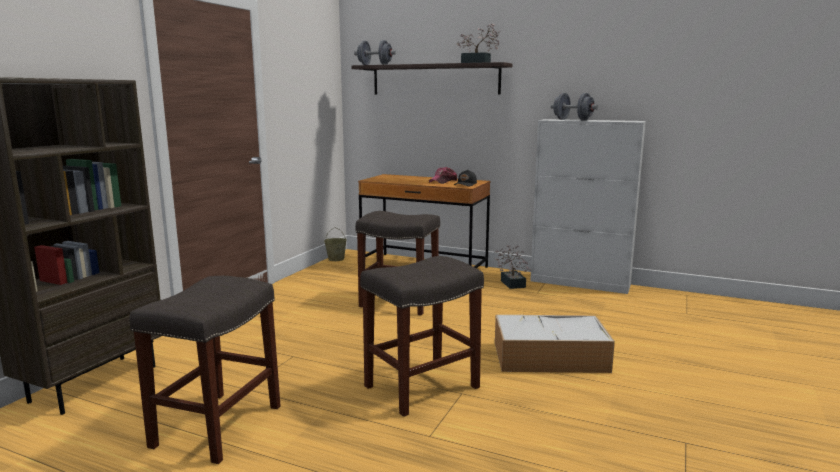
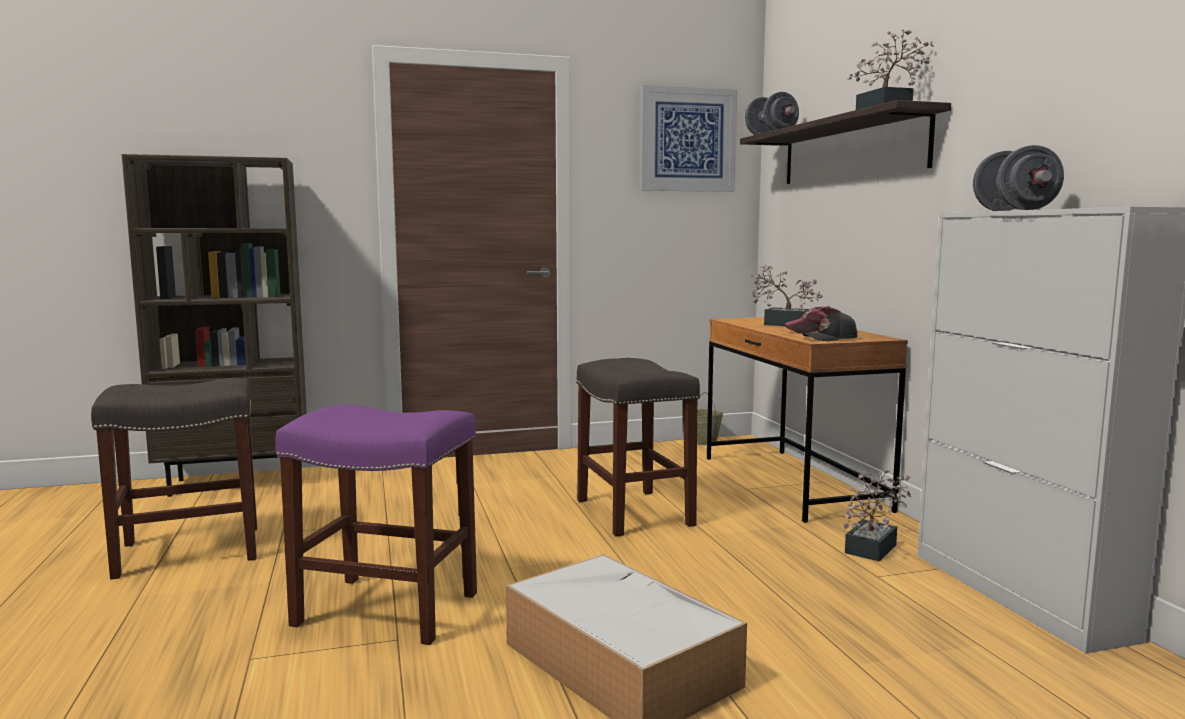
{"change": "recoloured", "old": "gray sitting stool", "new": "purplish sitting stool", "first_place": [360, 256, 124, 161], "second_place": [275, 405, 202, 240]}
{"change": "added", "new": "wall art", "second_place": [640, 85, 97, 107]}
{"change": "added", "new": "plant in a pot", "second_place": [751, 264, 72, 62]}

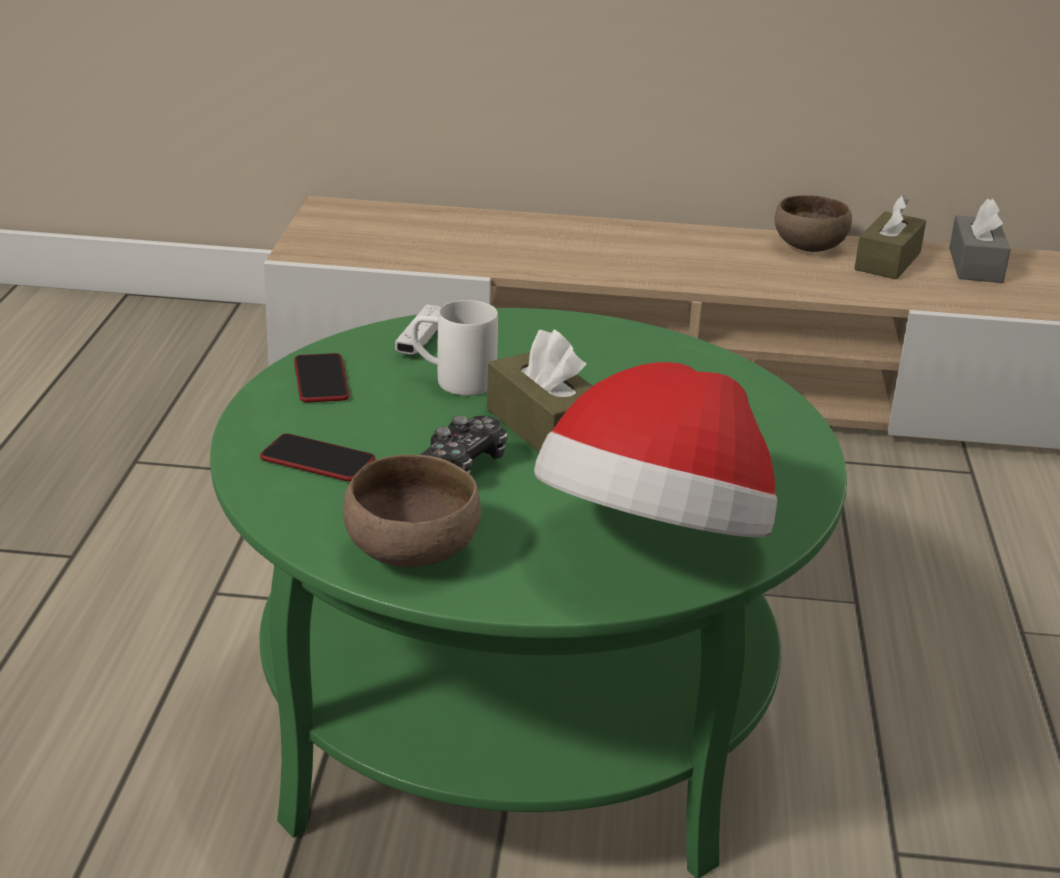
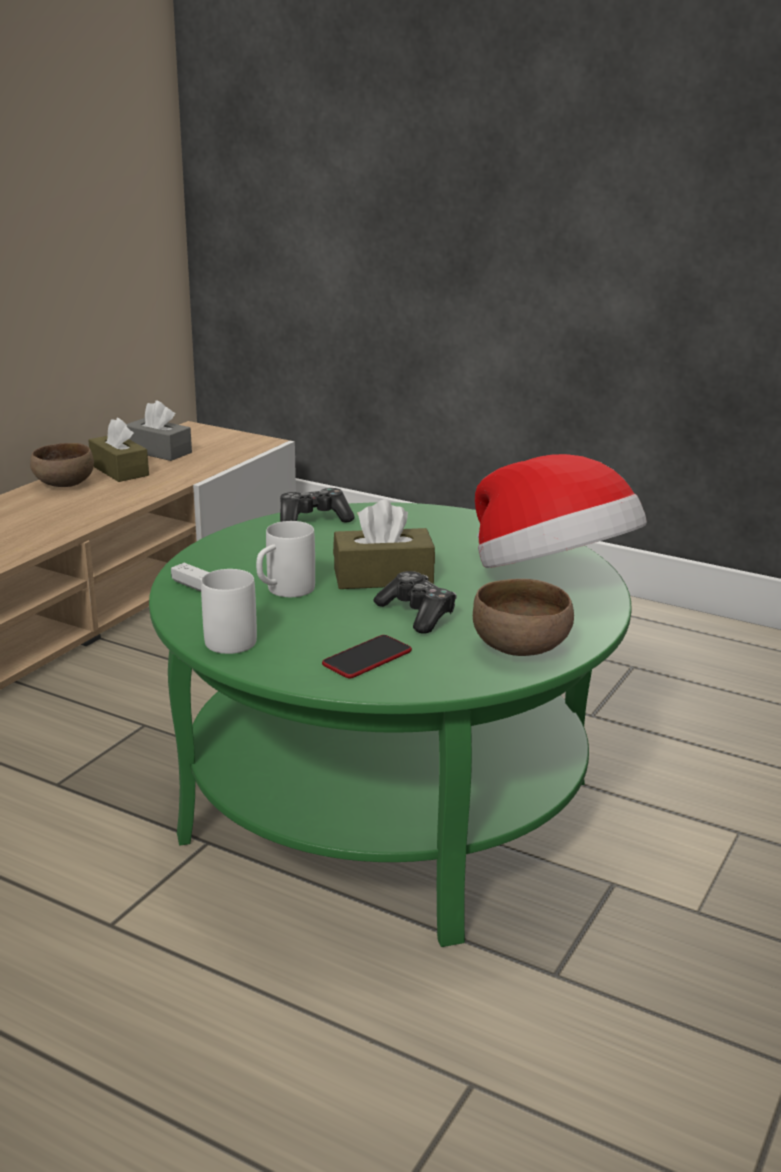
{"change": "replaced", "old": "phone", "new": "whitish mug", "first_place": [294, 353, 56, 49], "second_place": [201, 569, 56, 85]}
{"change": "added", "new": "gamepad", "second_place": [280, 488, 74, 34]}

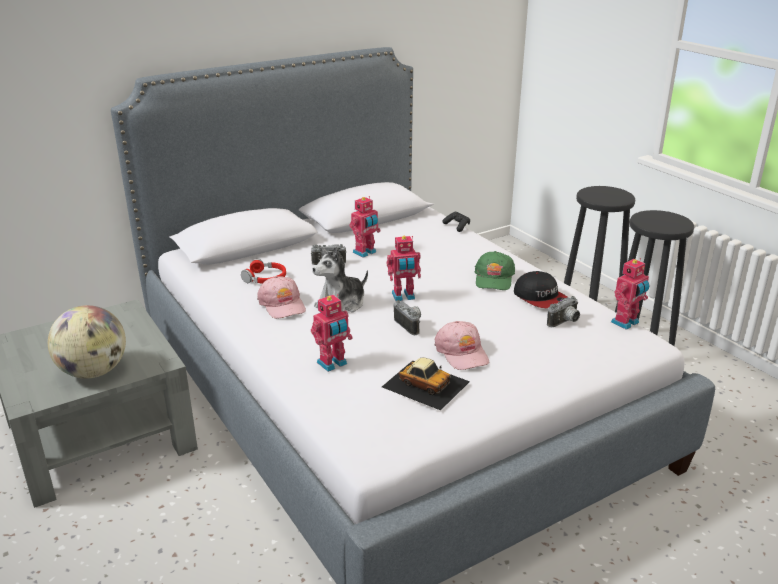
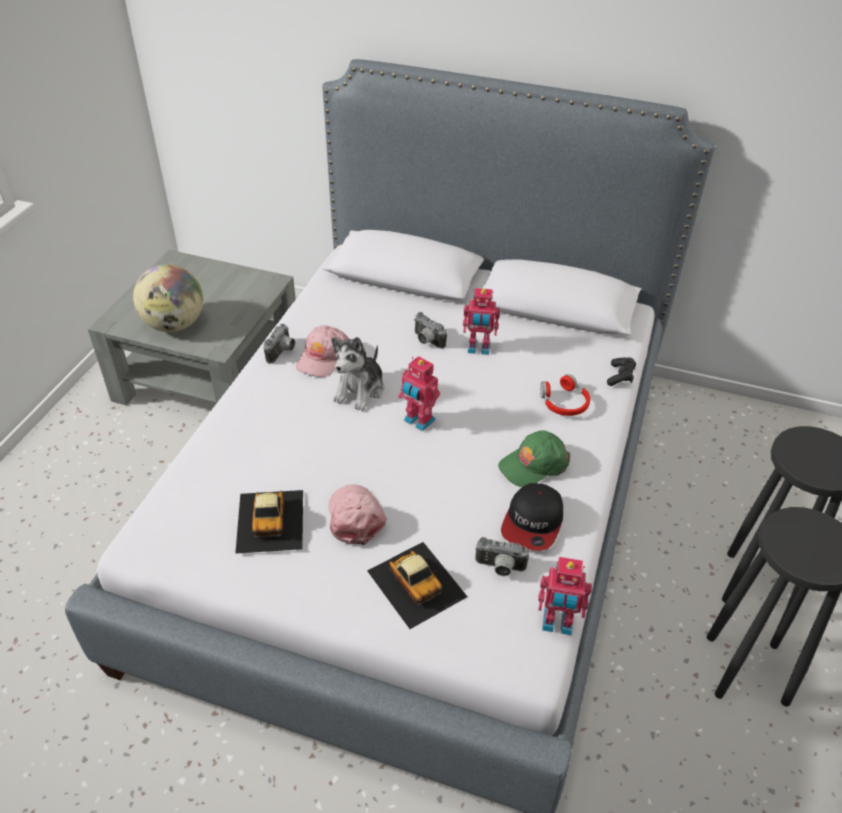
{"change": "moved", "old": "red-coloured headset", "first_place": [241, 259, 45, 25], "second_place": [540, 374, 50, 42]}
{"change": "removed", "old": "toy robot", "first_place": [311, 294, 41, 78]}
{"change": "turned", "old": "plush toy", "first_place": [312, 247, 56, 65], "second_place": [332, 337, 53, 74], "degrees": -75}
{"change": "moved", "old": "still camera", "first_place": [394, 300, 27, 35], "second_place": [263, 324, 32, 40]}
{"change": "turned", "old": "pinkish baseball cap", "first_place": [435, 321, 54, 49], "second_place": [329, 485, 58, 60], "degrees": 135}
{"change": "added", "new": "toy car", "second_place": [367, 542, 101, 87]}

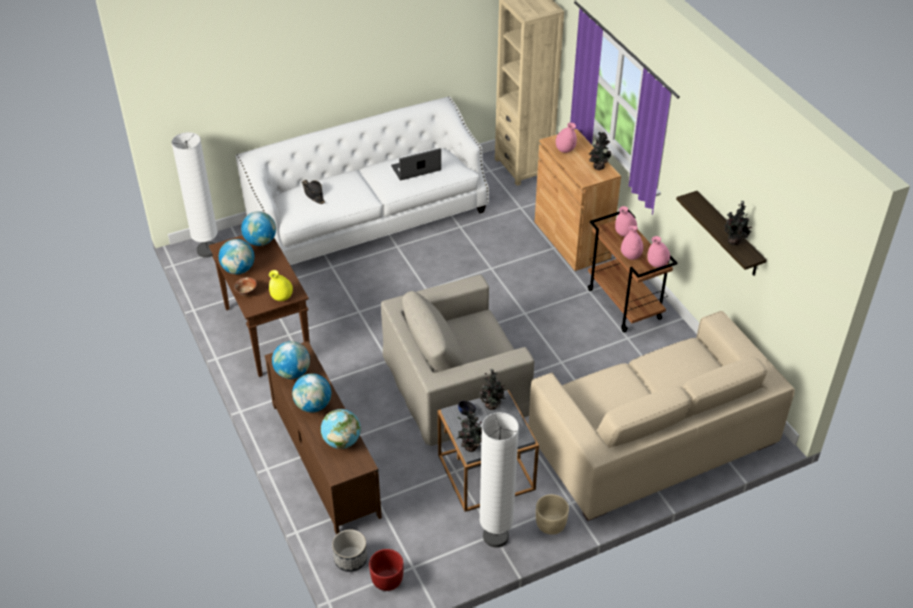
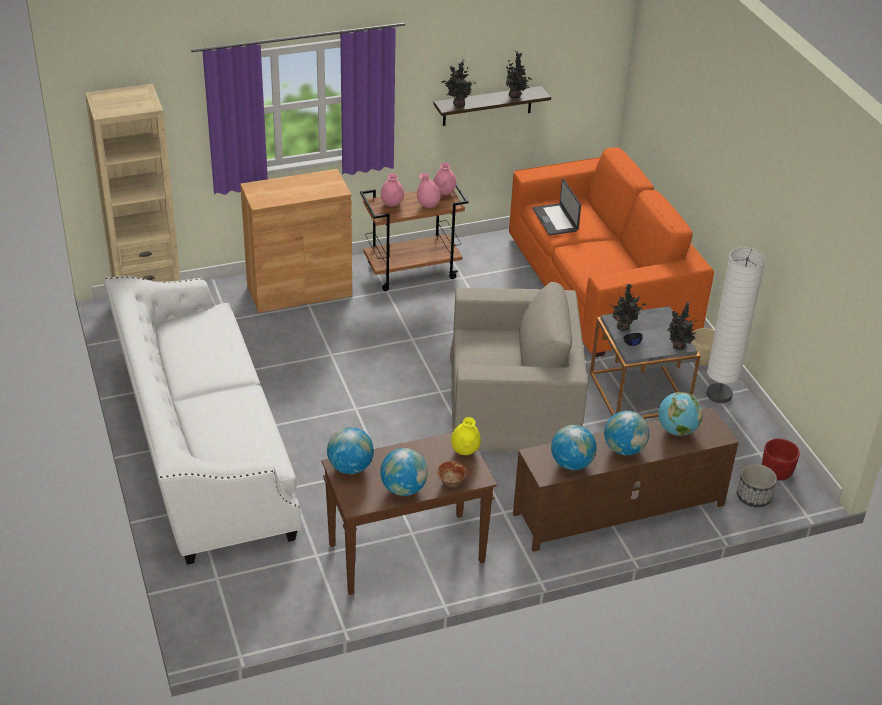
{"change": "removed", "old": "whitish standing lamp", "first_place": [171, 132, 47, 126]}
{"change": "removed", "old": "blackish wearable hat", "first_place": [302, 180, 23, 24]}
{"change": "turned", "old": "beige-coloured lounge chair", "first_place": [381, 275, 153, 171], "second_place": [450, 282, 138, 170], "degrees": -75}
{"change": "moved", "old": "notebook computer", "first_place": [391, 148, 50, 32], "second_place": [532, 179, 49, 56]}
{"change": "recoloured", "old": "beige-coloured settee", "new": "orange settee", "first_place": [528, 311, 267, 210], "second_place": [509, 148, 205, 209]}
{"change": "removed", "old": "pinkish vase", "first_place": [556, 122, 21, 31]}
{"change": "moved", "old": "plant in a pot", "first_place": [589, 132, 22, 38], "second_place": [441, 60, 35, 48]}

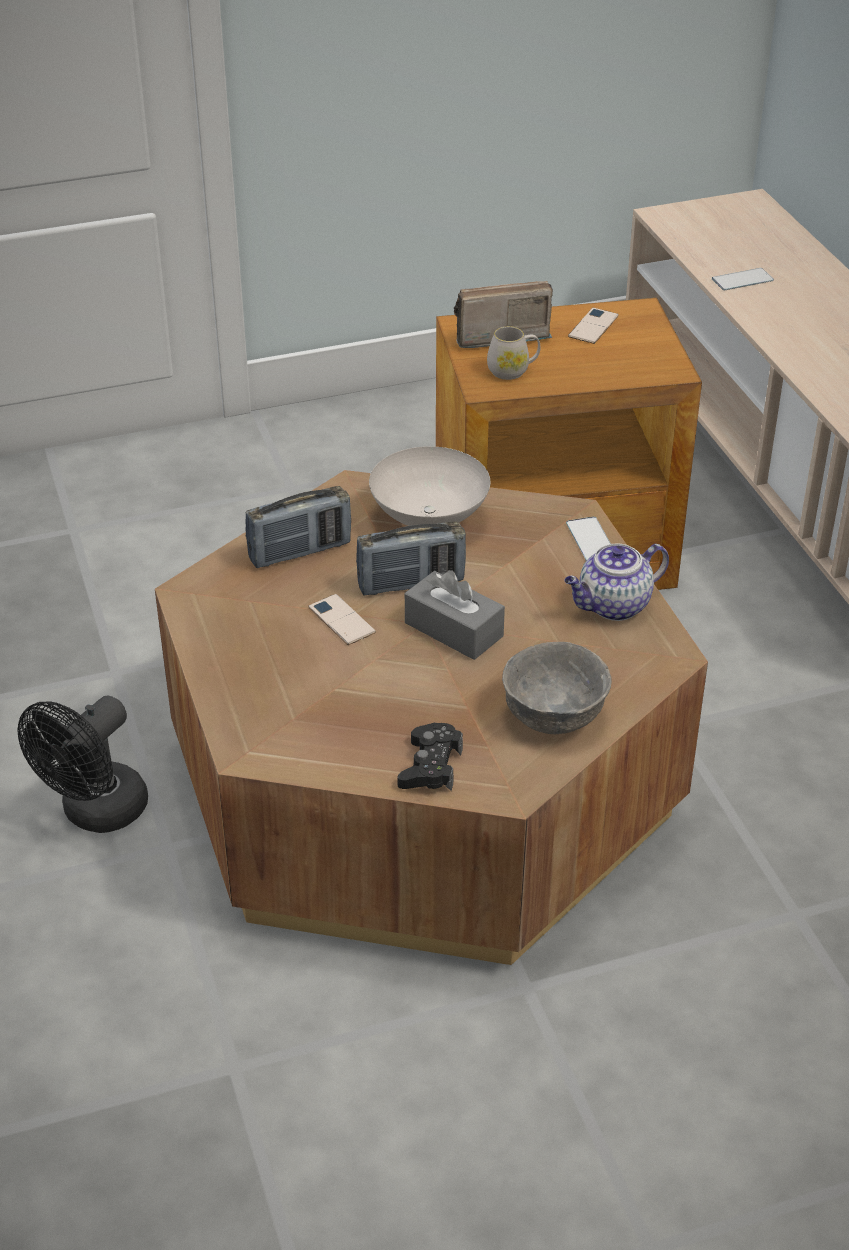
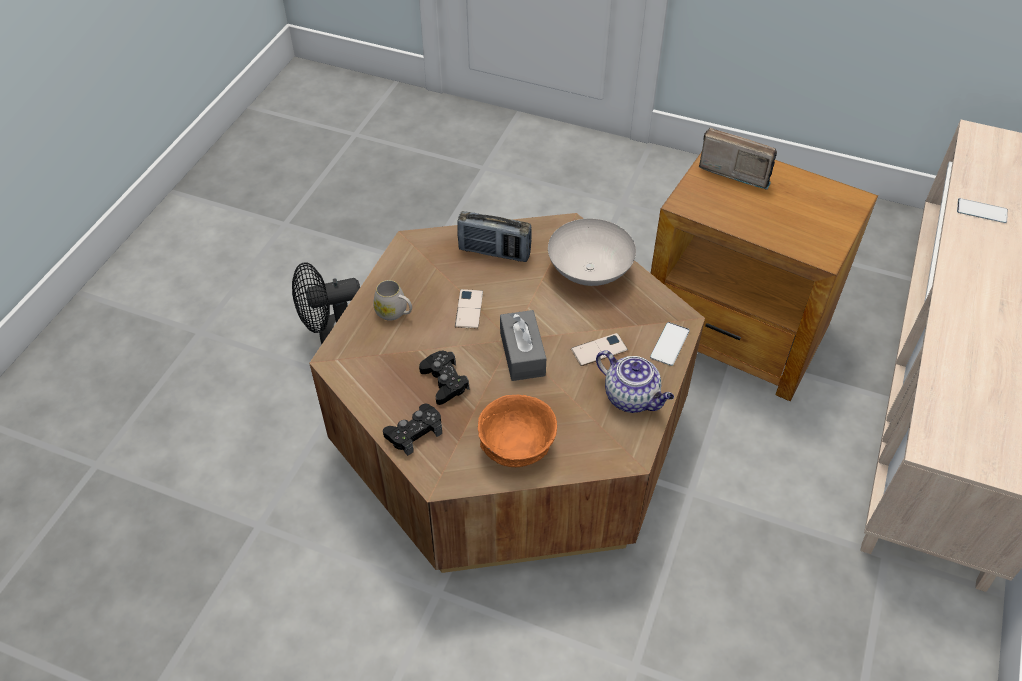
{"change": "removed", "old": "radio receiver", "first_place": [356, 522, 110, 73]}
{"change": "moved", "old": "whitish mug", "first_place": [487, 326, 53, 54], "second_place": [373, 280, 39, 41]}
{"change": "recoloured", "old": "gray bowl", "new": "orange bowl", "first_place": [502, 642, 110, 92], "second_place": [478, 395, 79, 72]}
{"change": "turned", "old": "pot for tea", "first_place": [564, 543, 105, 78], "second_place": [596, 350, 78, 63], "degrees": -150}
{"change": "moved", "old": "phone", "first_place": [568, 308, 51, 36], "second_place": [571, 333, 57, 33]}
{"change": "added", "new": "blackish gamepad", "second_place": [419, 351, 51, 54]}

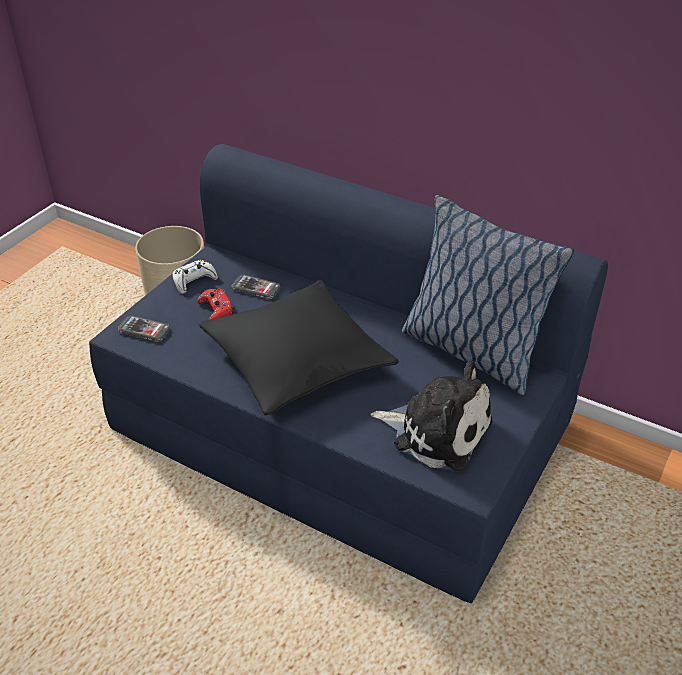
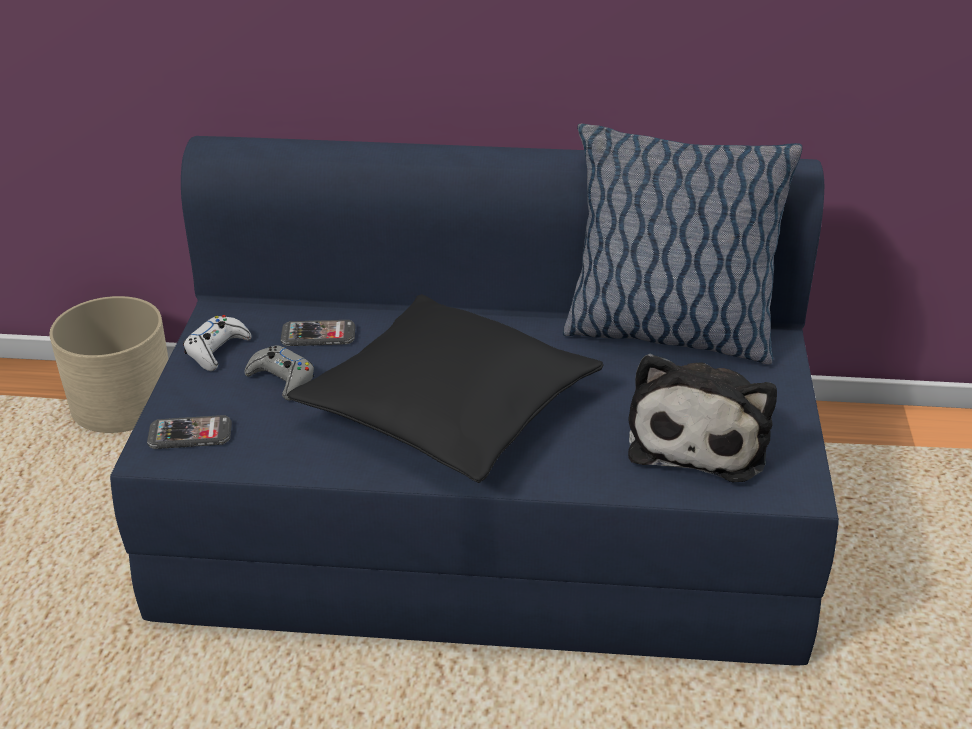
{"change": "recoloured", "old": "red-coloured gamepad", "new": "gray gamepad", "first_place": [197, 289, 37, 31], "second_place": [245, 345, 69, 56]}
{"change": "turned", "old": "plush toy", "first_place": [371, 360, 121, 112], "second_place": [628, 354, 149, 128], "degrees": 105}

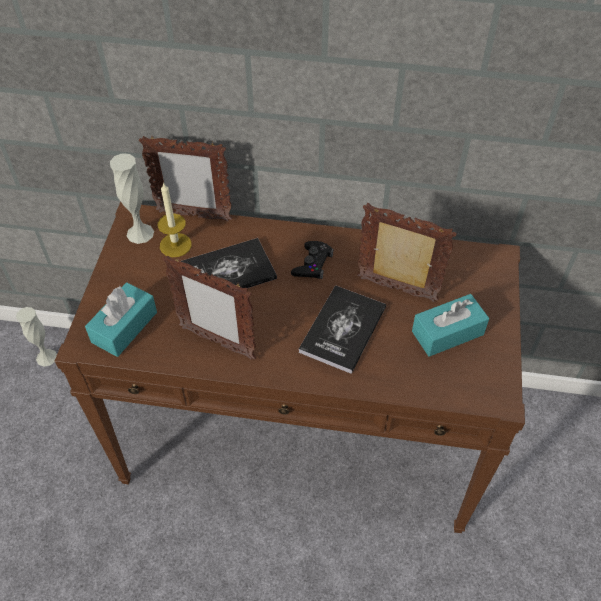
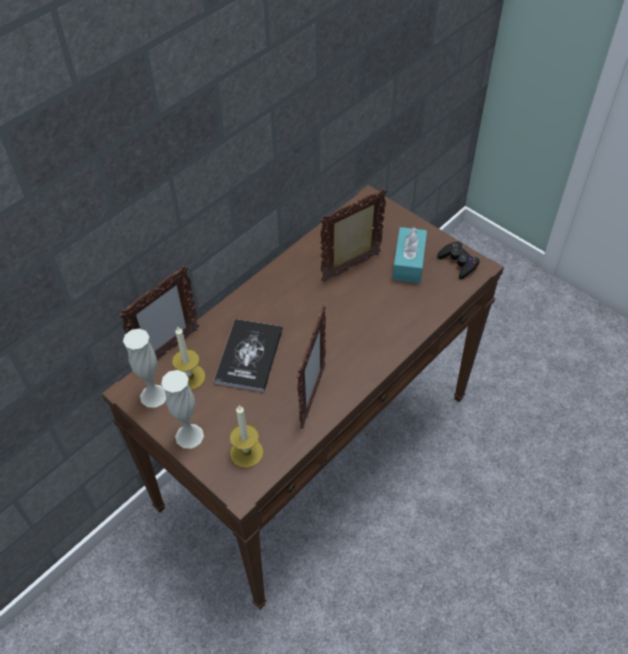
{"change": "moved", "old": "whitish vase", "first_place": [16, 307, 41, 60], "second_place": [161, 370, 43, 78]}
{"change": "replaced", "old": "blue-green box of tissues", "new": "candle", "first_place": [85, 282, 72, 75], "second_place": [229, 405, 35, 63]}
{"change": "turned", "old": "standing frame", "first_place": [162, 256, 95, 104], "second_place": [297, 305, 29, 124], "degrees": -45}
{"change": "moved", "old": "blackish gamepad", "first_place": [291, 241, 43, 38], "second_place": [437, 242, 43, 37]}
{"change": "removed", "old": "book", "first_place": [299, 285, 87, 89]}

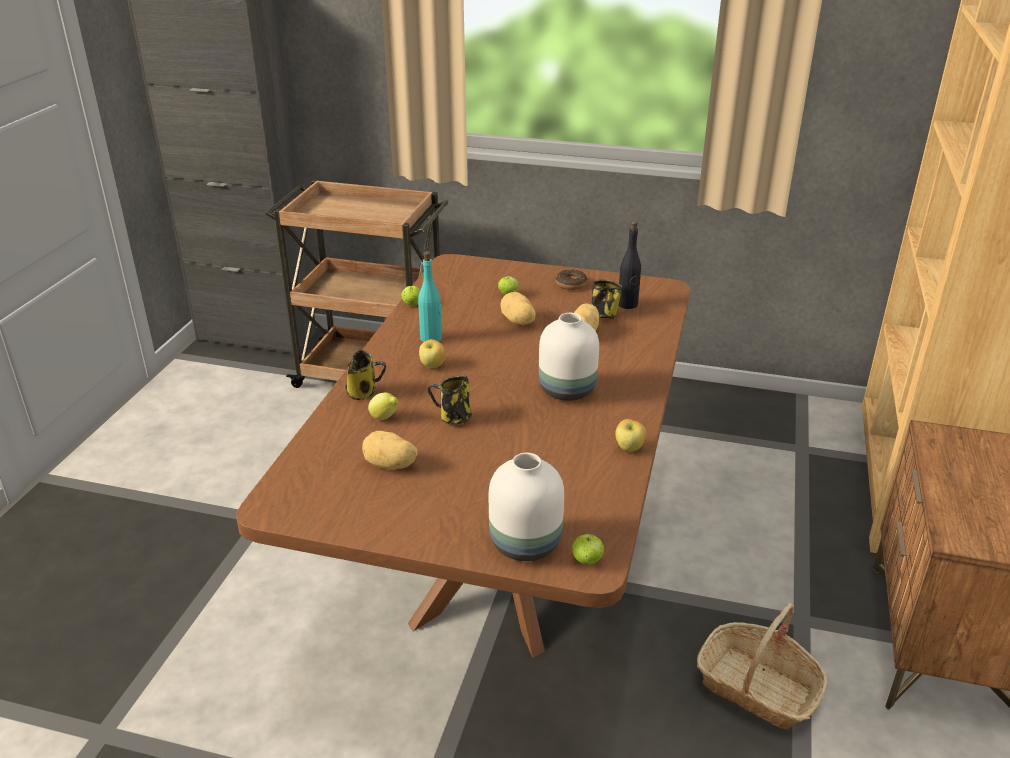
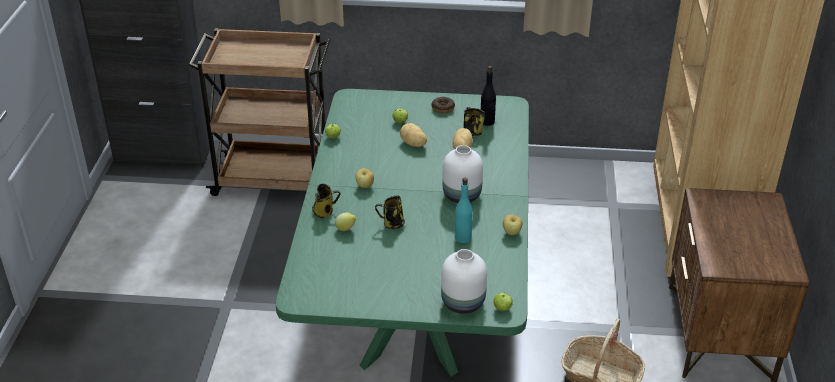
{"change": "recoloured", "old": "brown-coloured dining table", "new": "greenish dining table", "first_place": [236, 254, 454, 404], "second_place": [276, 89, 253, 288]}
{"change": "removed", "old": "potato", "first_place": [362, 431, 56, 38]}
{"change": "moved", "old": "blue-green beverage bottle", "first_place": [418, 251, 24, 91], "second_place": [455, 178, 18, 65]}

